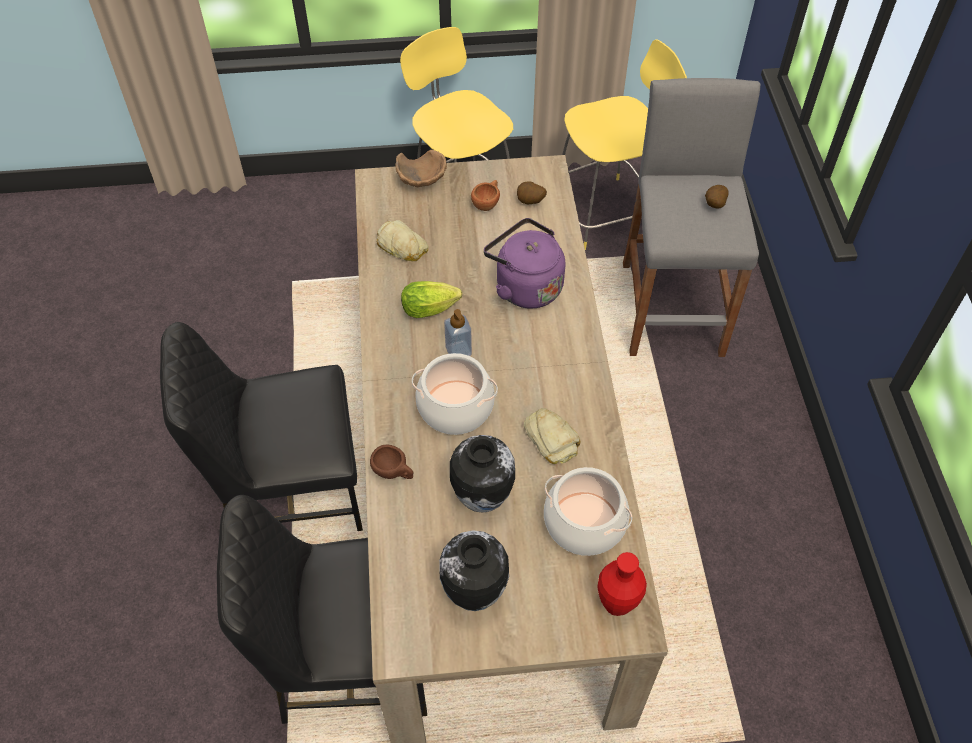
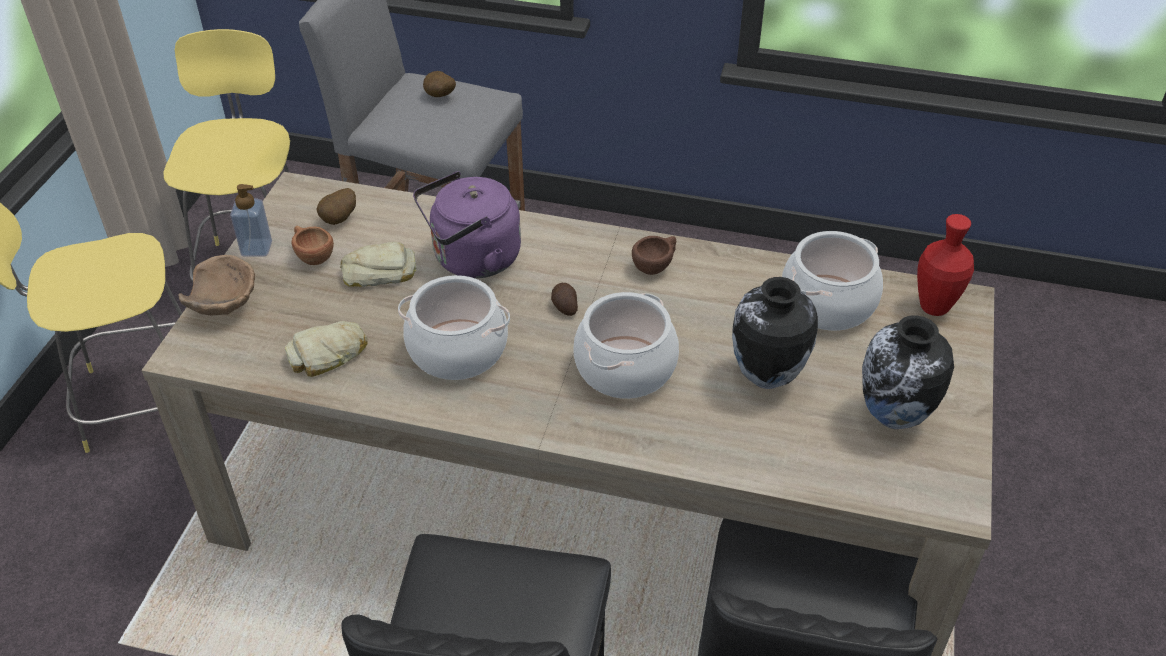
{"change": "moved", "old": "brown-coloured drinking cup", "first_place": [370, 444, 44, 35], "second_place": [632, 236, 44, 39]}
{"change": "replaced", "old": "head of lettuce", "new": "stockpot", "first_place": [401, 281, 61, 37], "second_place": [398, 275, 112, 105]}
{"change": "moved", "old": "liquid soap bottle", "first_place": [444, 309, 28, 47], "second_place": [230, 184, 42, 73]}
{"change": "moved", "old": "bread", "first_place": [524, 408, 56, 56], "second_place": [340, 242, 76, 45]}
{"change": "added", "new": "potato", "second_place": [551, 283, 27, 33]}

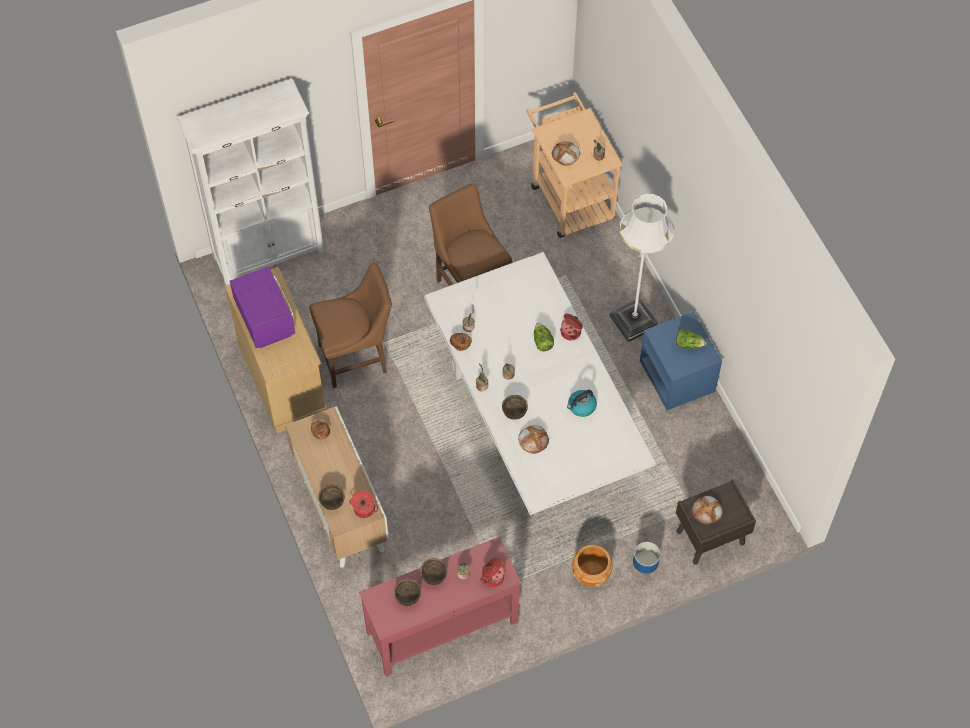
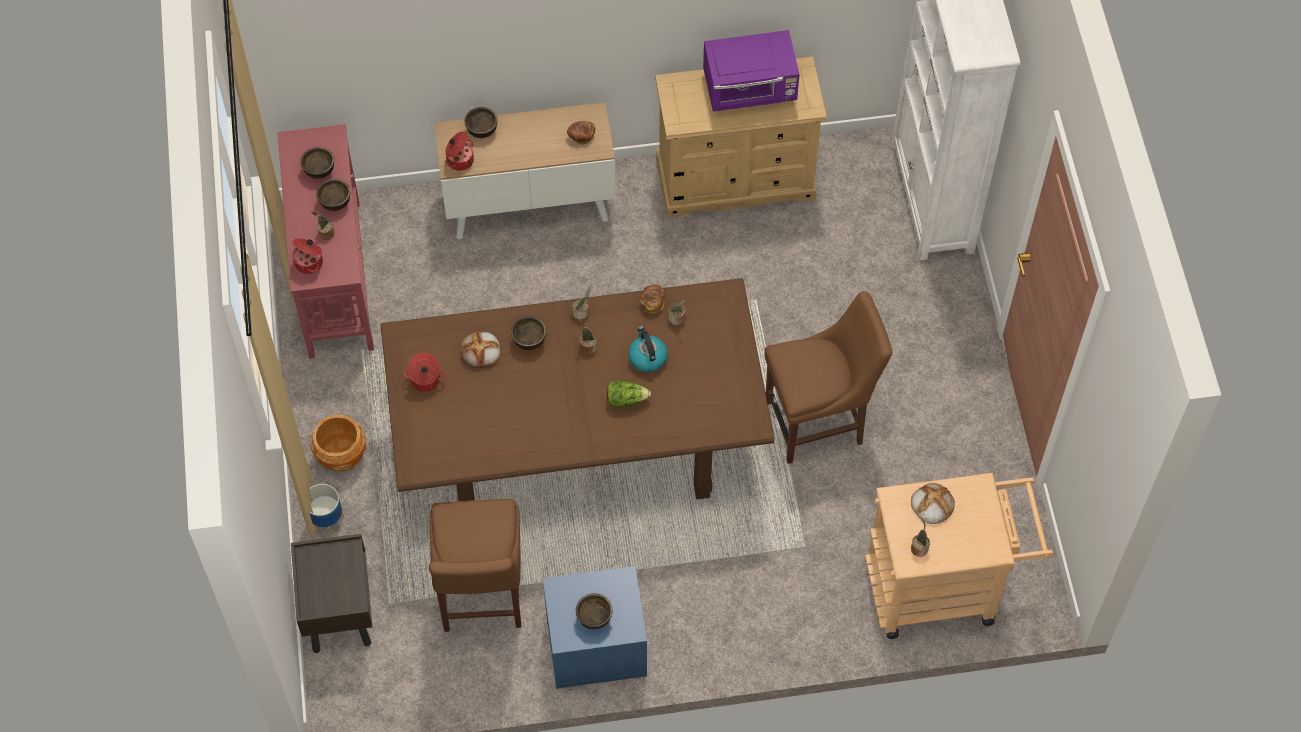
{"change": "moved", "old": "brown-coloured chair", "first_place": [309, 263, 83, 125], "second_place": [429, 499, 92, 133]}
{"change": "recoloured", "old": "whitish dining table", "new": "brown-coloured dining table", "first_place": [424, 252, 232, 264], "second_place": [380, 278, 394, 223]}
{"change": "moved", "old": "stockpot", "first_place": [560, 314, 23, 26], "second_place": [404, 353, 41, 39]}
{"change": "moved", "old": "tea kettle", "first_place": [567, 390, 30, 27], "second_place": [628, 326, 40, 46]}
{"change": "removed", "old": "whitish standing lamp", "first_place": [609, 194, 65, 148]}
{"change": "replaced", "old": "head of lettuce", "new": "brown-coloured bowl", "first_place": [676, 329, 30, 20], "second_place": [576, 593, 36, 36]}
{"change": "removed", "old": "bread", "first_place": [692, 496, 31, 28]}

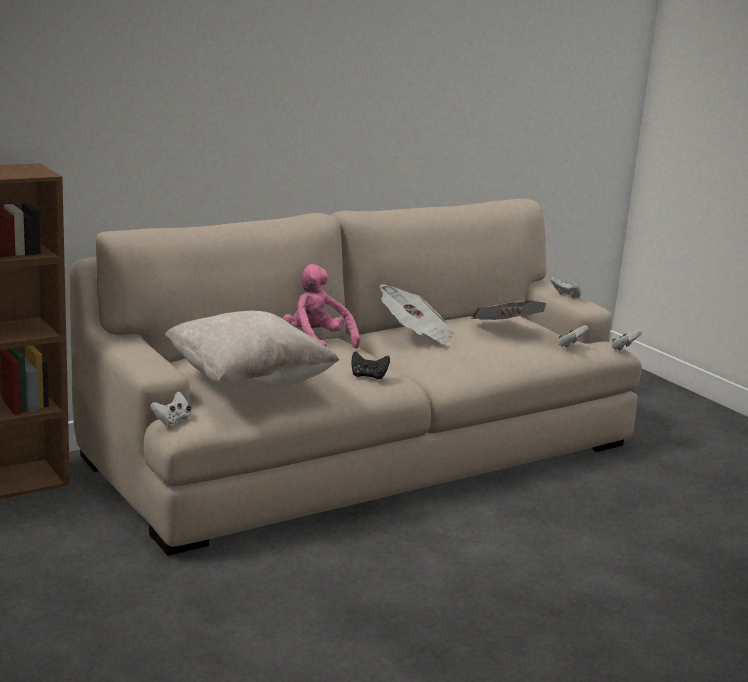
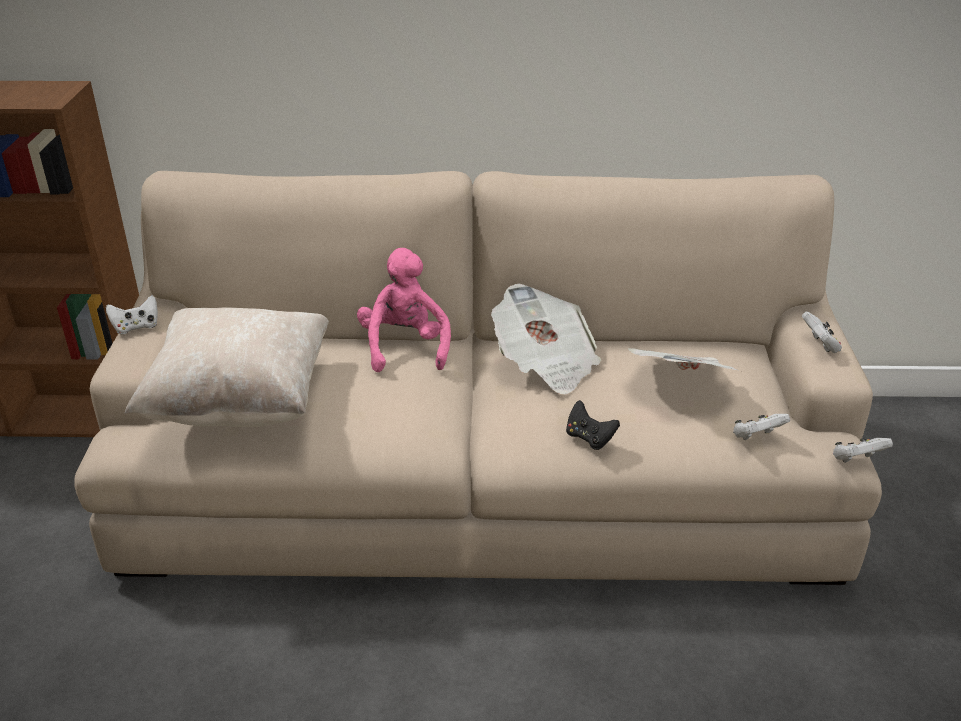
{"change": "moved", "old": "whitish gamepad", "first_place": [150, 391, 41, 35], "second_place": [106, 295, 52, 39]}
{"change": "moved", "old": "blackish gamepad", "first_place": [351, 352, 39, 27], "second_place": [566, 400, 54, 50]}

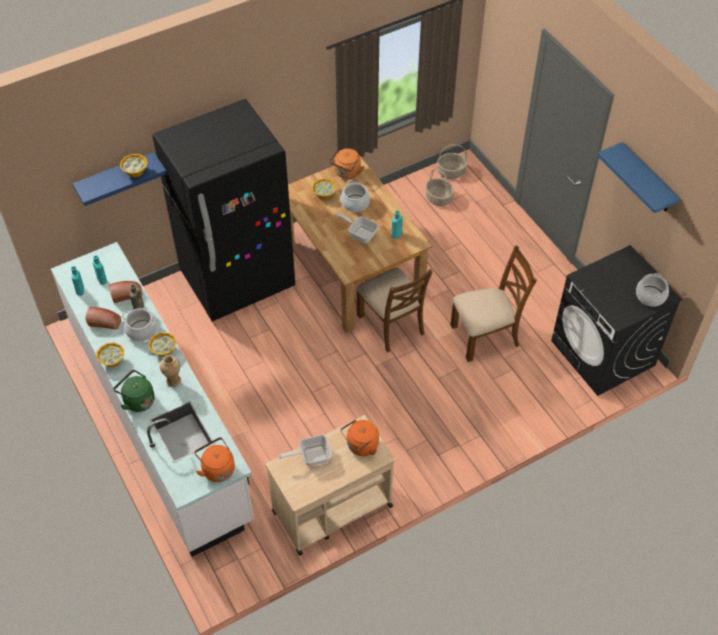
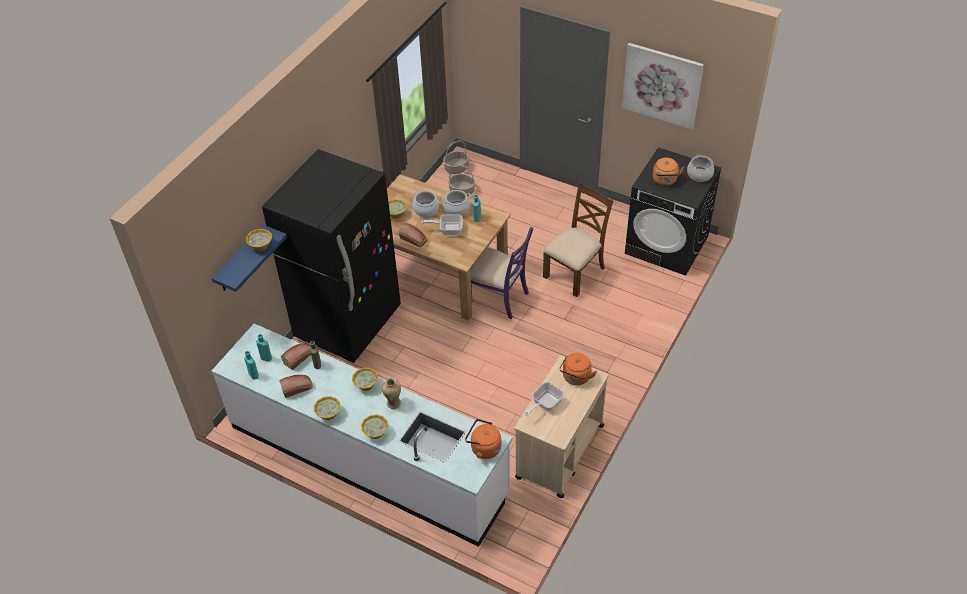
{"change": "replaced", "old": "greenish tea kettle", "new": "bowl", "first_place": [114, 370, 41, 42], "second_place": [361, 415, 27, 24]}
{"change": "moved", "old": "stockpot", "first_place": [122, 308, 35, 34], "second_place": [442, 190, 29, 26]}
{"change": "moved", "old": "orange tea kettle", "first_place": [330, 148, 34, 31], "second_place": [653, 158, 31, 28]}
{"change": "recoloured", "old": "brown-coloured chair", "new": "purplish chair", "first_place": [356, 268, 77, 84], "second_place": [470, 227, 64, 92]}
{"change": "replaced", "old": "blue shelf", "new": "wall art", "first_place": [597, 142, 83, 71], "second_place": [622, 43, 82, 86]}
{"change": "added", "new": "bread", "second_place": [398, 223, 29, 24]}

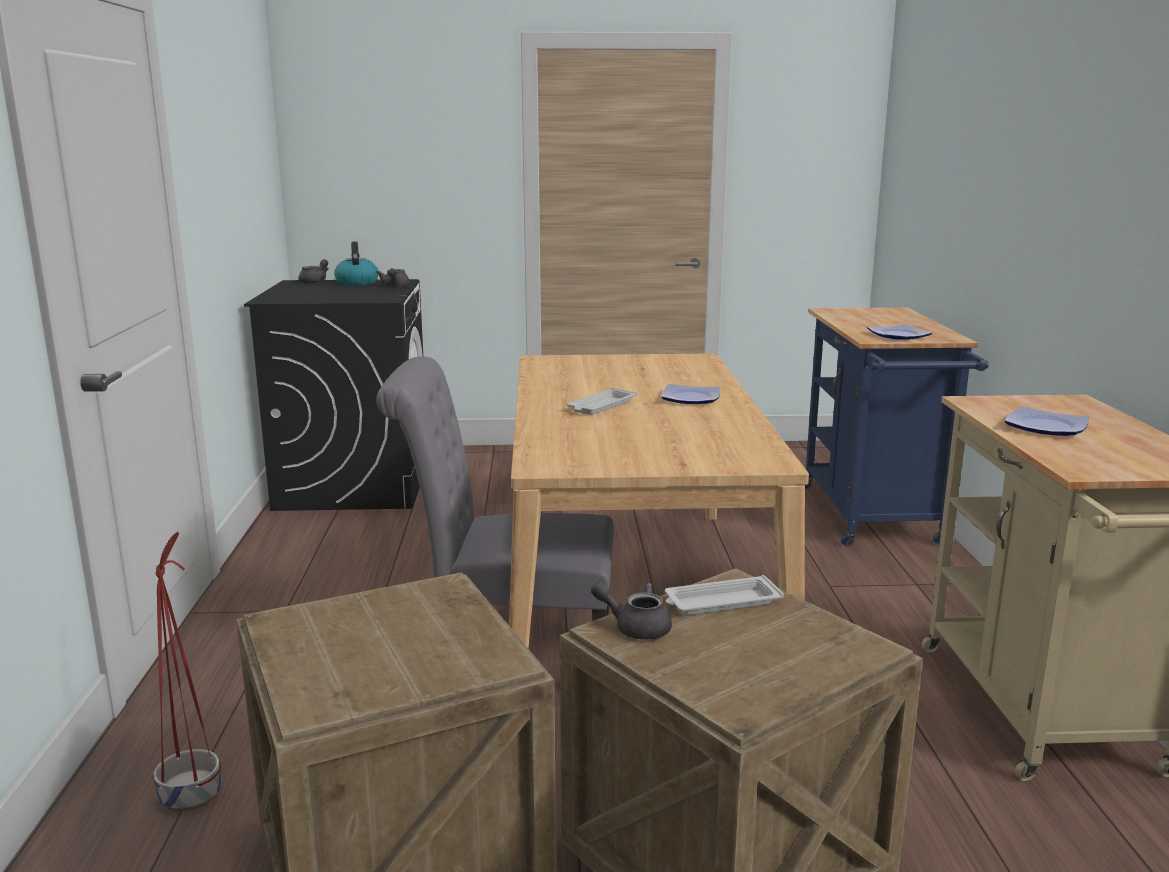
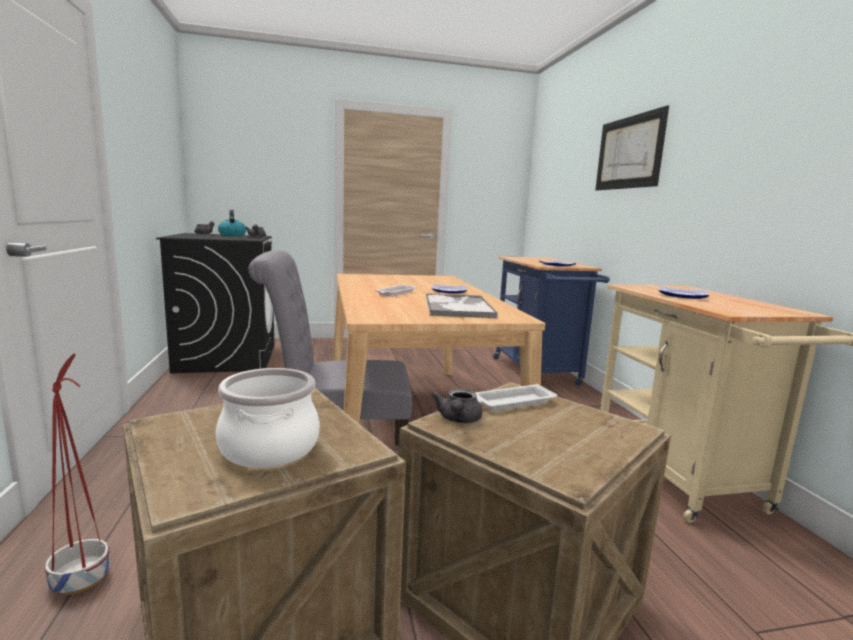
{"change": "turned", "old": "gray pot for tea", "first_place": [591, 582, 81, 57], "second_place": [431, 389, 51, 34], "degrees": -90}
{"change": "added", "new": "stockpot", "second_place": [216, 368, 104, 100]}
{"change": "added", "new": "serving tray", "second_place": [426, 294, 72, 24]}
{"change": "added", "new": "wall art", "second_place": [595, 105, 74, 85]}

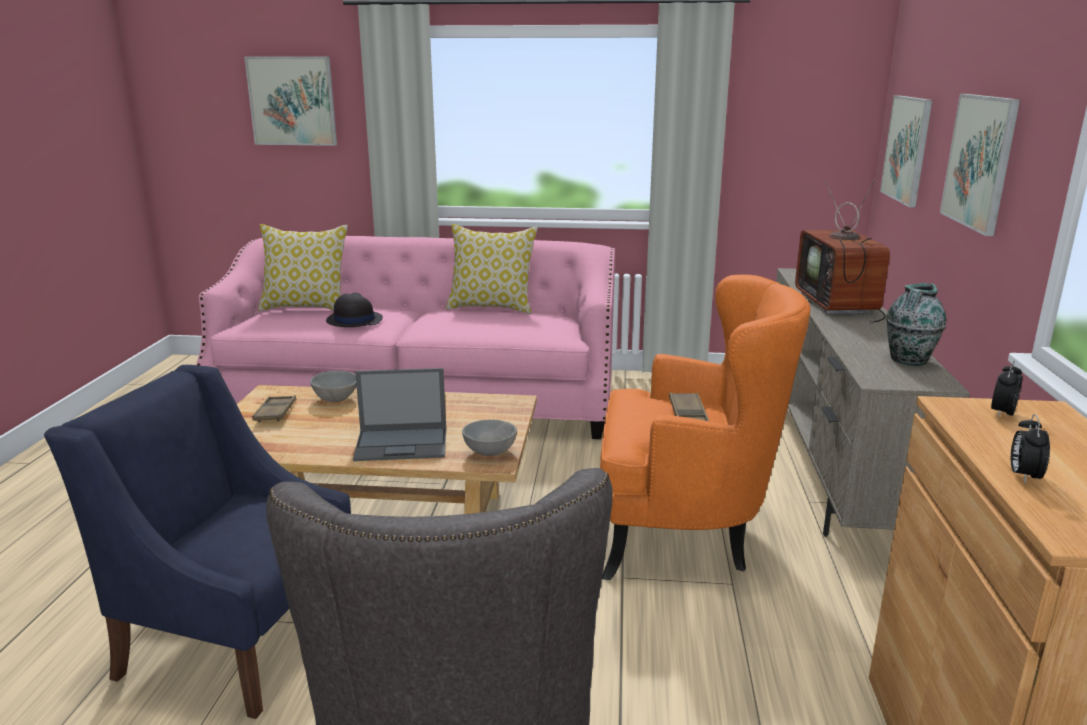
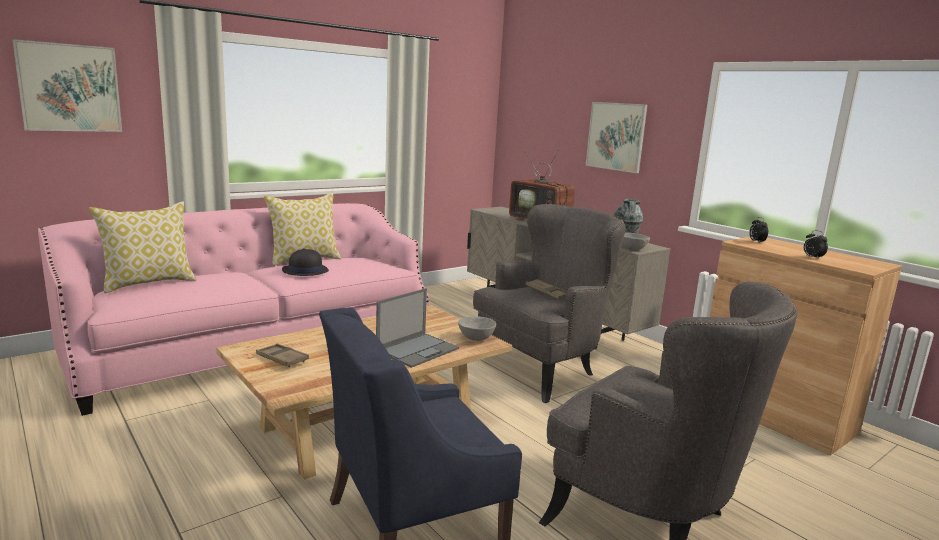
{"change": "moved", "old": "gray bowl", "first_place": [310, 371, 46, 31], "second_place": [622, 232, 28, 18]}
{"change": "moved", "old": "blackish wearable hat", "first_place": [326, 292, 57, 35], "second_place": [282, 248, 47, 28]}
{"change": "recoloured", "old": "orange lounge chair", "new": "gray lounge chair", "first_place": [600, 275, 211, 305], "second_place": [473, 204, 153, 199]}
{"change": "removed", "old": "wall art", "first_place": [880, 95, 52, 113]}

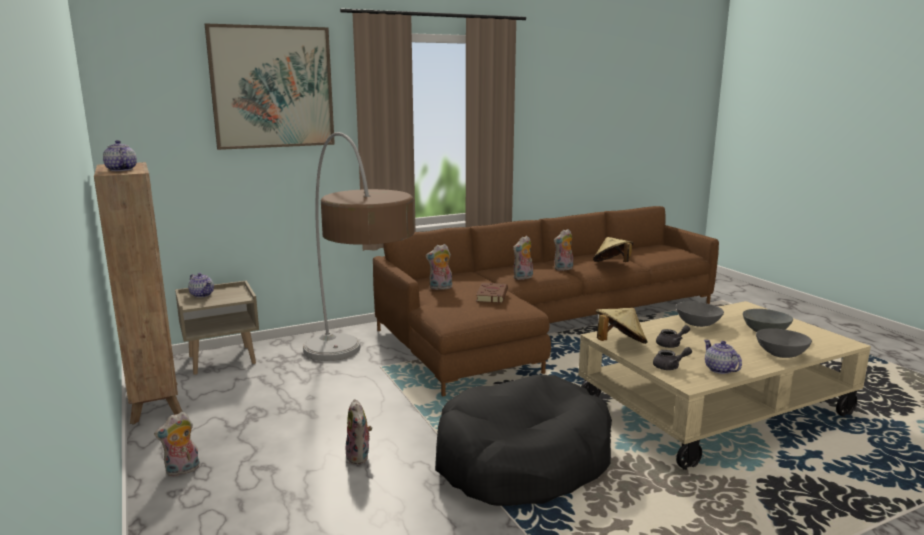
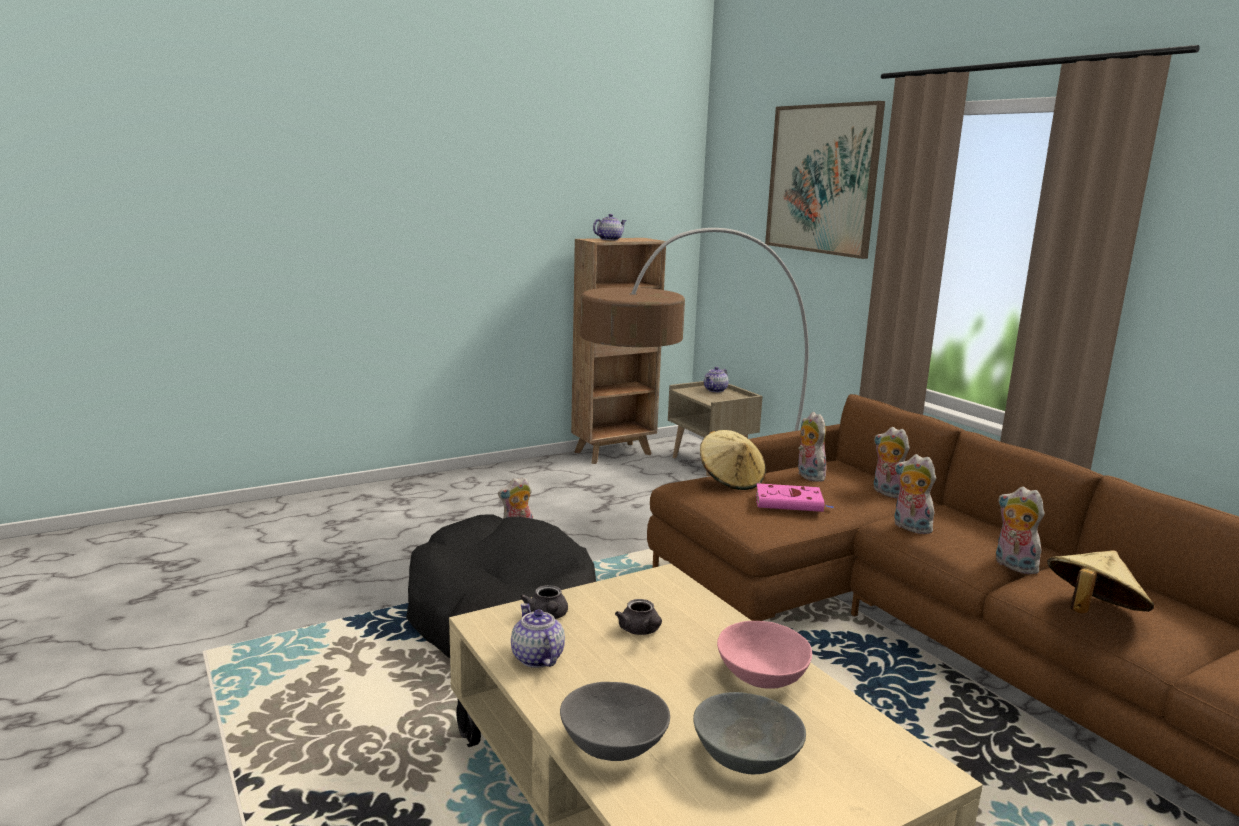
{"change": "moved", "old": "plush toy", "first_place": [154, 412, 46, 64], "second_place": [874, 427, 36, 71]}
{"change": "recoloured", "old": "brown-coloured book", "new": "pinkish book", "first_place": [476, 283, 32, 20], "second_place": [756, 483, 78, 29]}
{"change": "moved", "old": "beige-coloured wearable hat", "first_place": [596, 308, 52, 36], "second_place": [700, 430, 66, 60]}
{"change": "recoloured", "old": "gray bowl", "new": "pinkish bowl", "first_place": [676, 301, 48, 26], "second_place": [717, 621, 95, 68]}
{"change": "turned", "old": "pot for tea", "first_place": [704, 340, 38, 34], "second_place": [511, 603, 54, 65], "degrees": -90}

